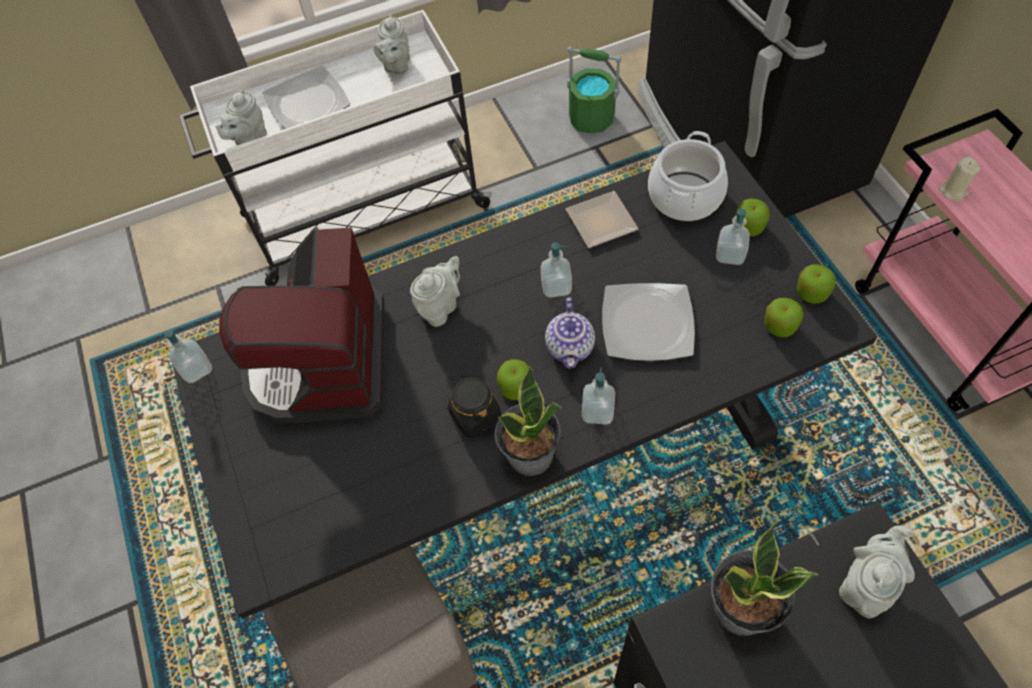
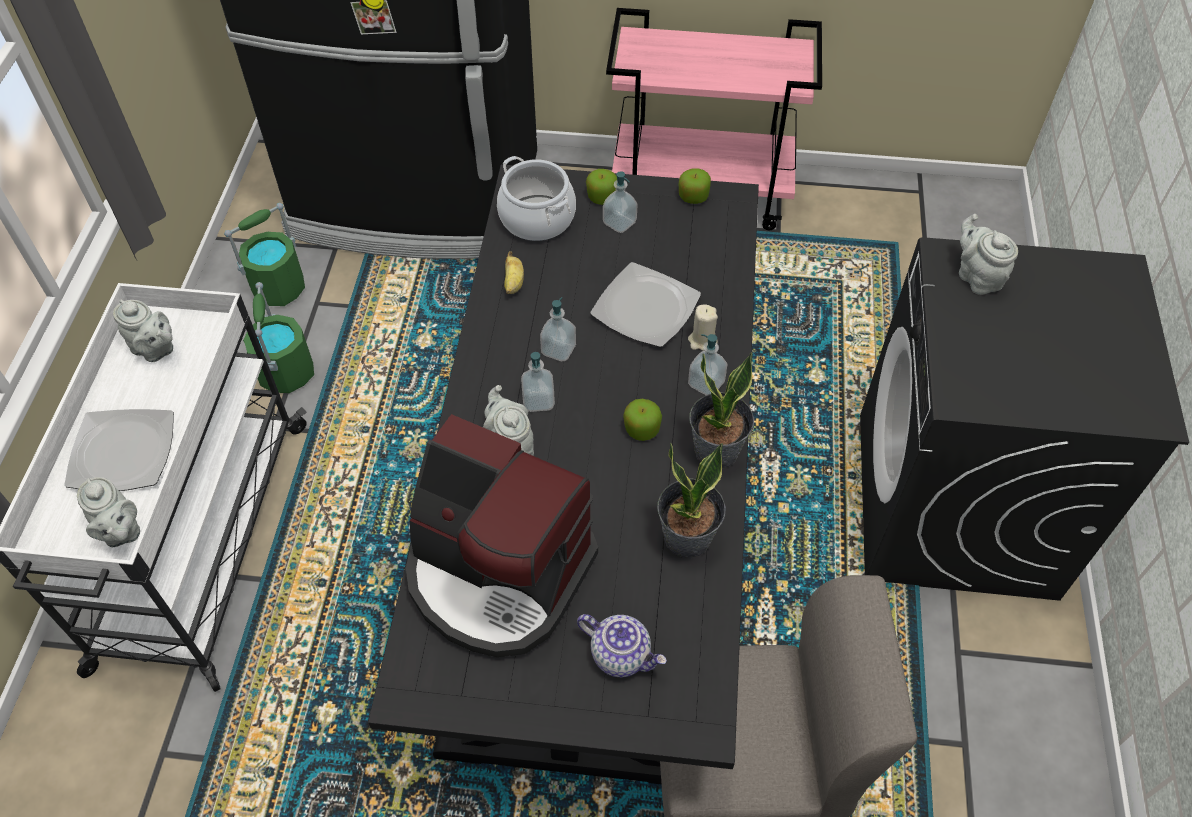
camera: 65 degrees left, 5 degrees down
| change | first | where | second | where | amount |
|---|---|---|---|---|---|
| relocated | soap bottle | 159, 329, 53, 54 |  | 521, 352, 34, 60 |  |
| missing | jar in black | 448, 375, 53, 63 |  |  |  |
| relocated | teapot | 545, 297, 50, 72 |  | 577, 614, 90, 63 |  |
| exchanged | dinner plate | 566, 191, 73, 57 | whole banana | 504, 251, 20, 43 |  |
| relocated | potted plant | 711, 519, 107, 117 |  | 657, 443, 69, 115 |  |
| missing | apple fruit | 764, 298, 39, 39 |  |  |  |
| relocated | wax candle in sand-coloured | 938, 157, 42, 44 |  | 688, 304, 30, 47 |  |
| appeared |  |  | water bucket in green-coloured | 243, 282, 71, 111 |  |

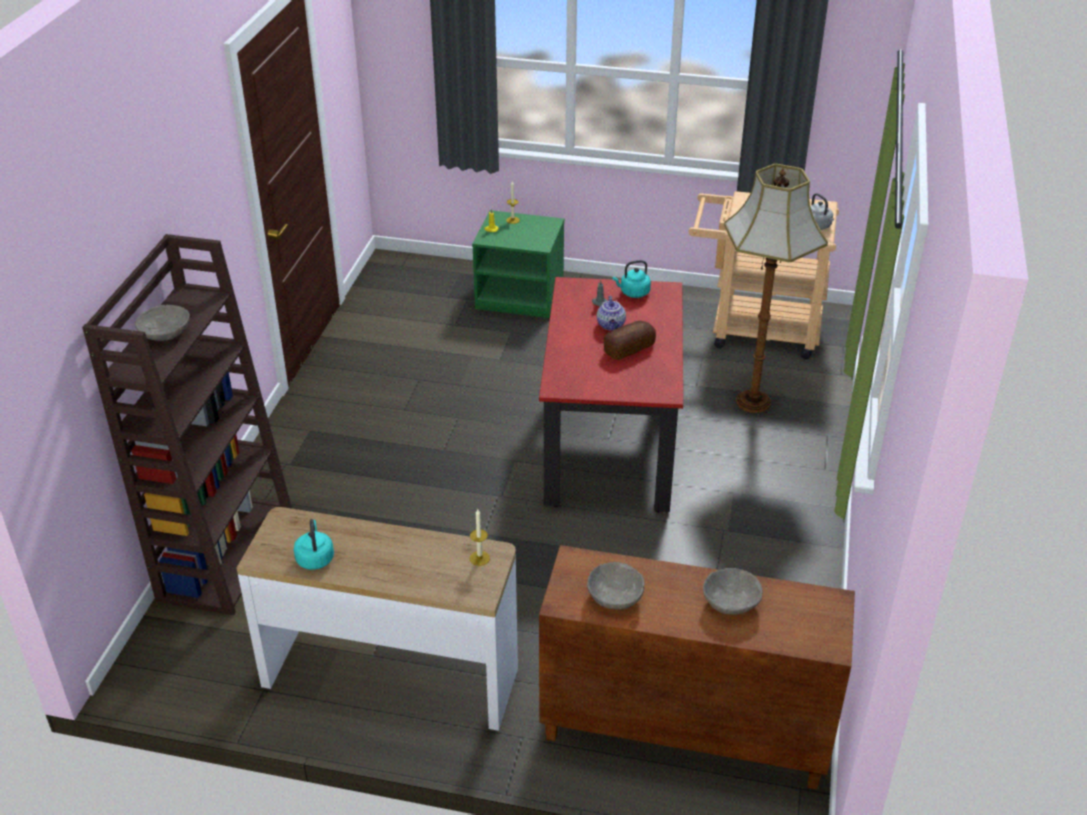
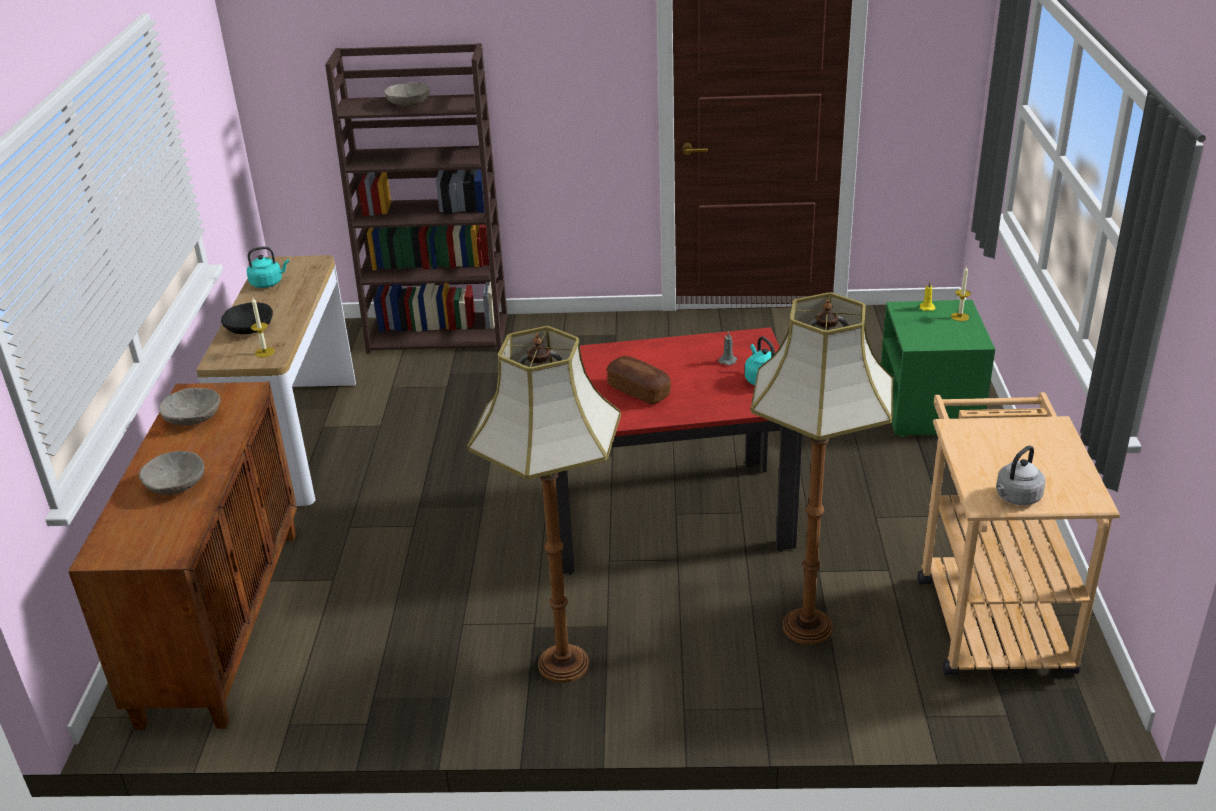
camera: 80 degrees right, 5 degrees down
| change | first | where | second | where | amount |
|---|---|---|---|---|---|
| missing | teapot | 597, 296, 29, 35 |  |  |  |
| appeared |  |  | deep dish in black | 221, 302, 52, 32 |  |
| appeared |  |  | standard lamp | 467, 326, 154, 357 |  |

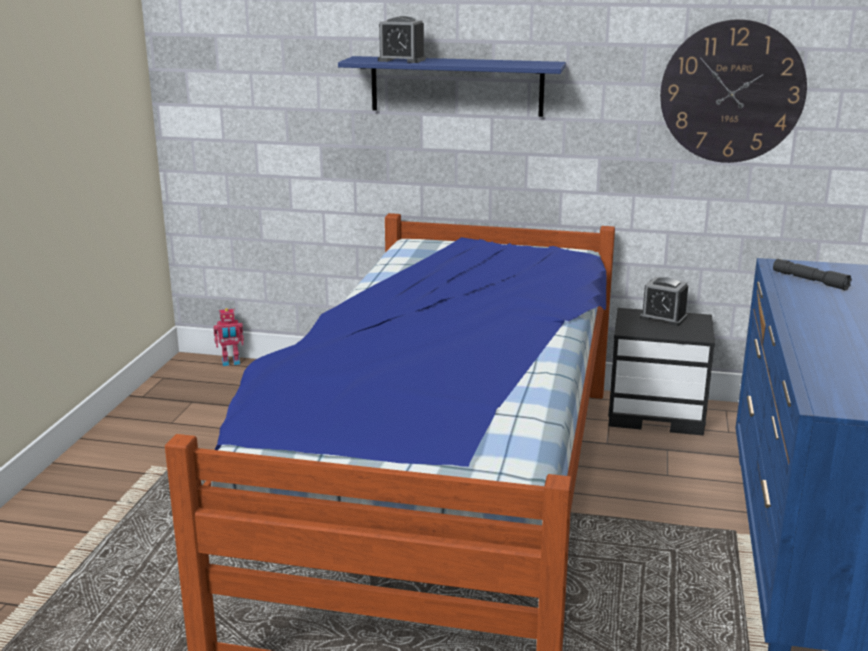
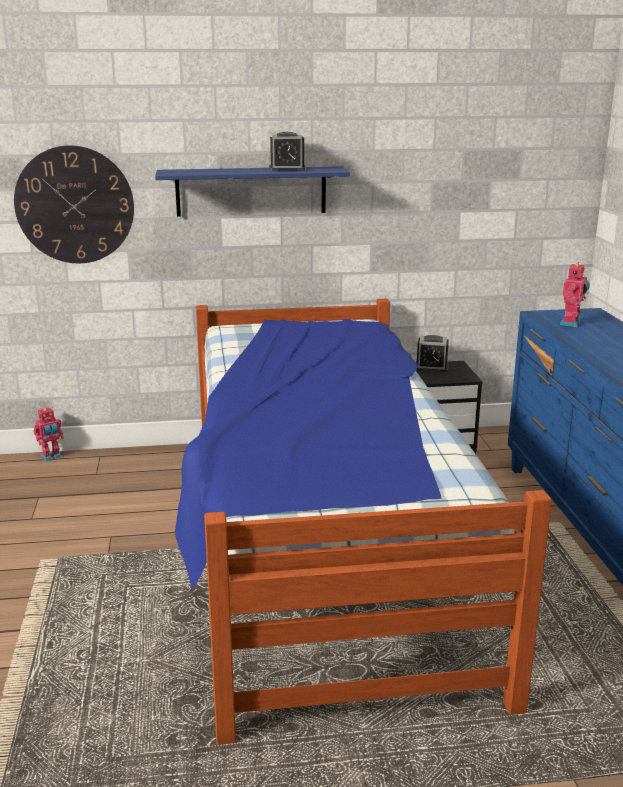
camera: 20 degrees left, 0 degrees up
| change | first | where | second | where | amount |
|---|---|---|---|---|---|
| relocated | table clock | 378, 16, 48, 47 |  | 269, 132, 37, 39 |  |
| relocated | wall clock | 660, 19, 147, 144 |  | 14, 145, 120, 118 |  |
| exchanged | flashlight in gray | 773, 259, 79, 31 | model robot | 560, 262, 30, 65 |  |

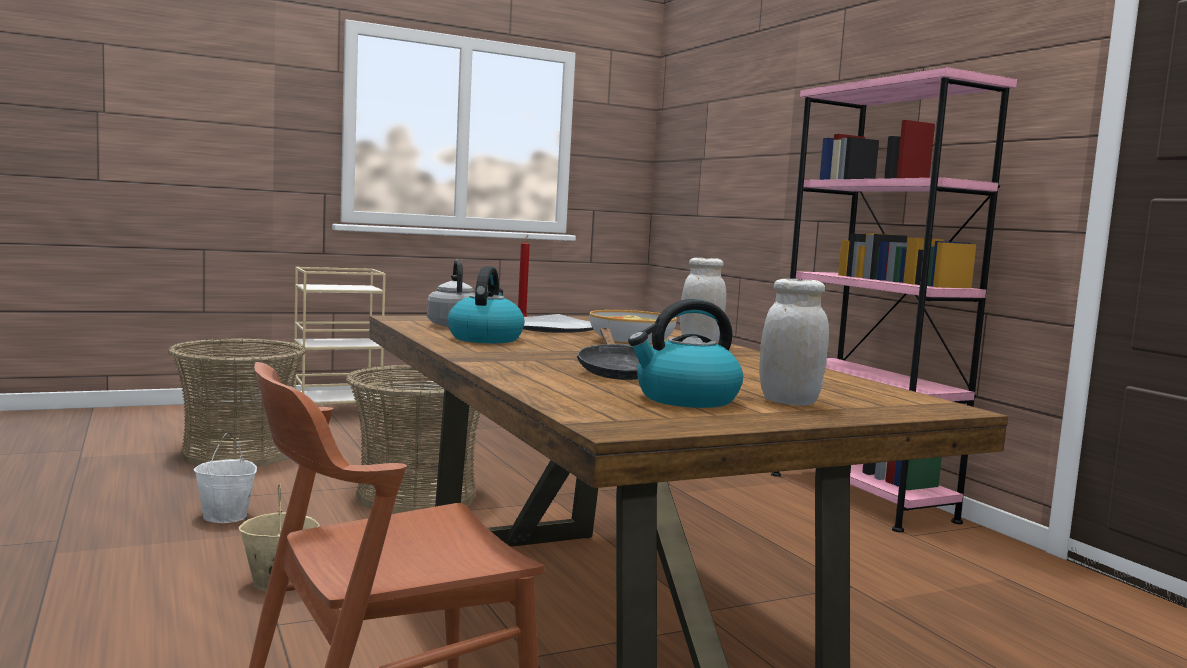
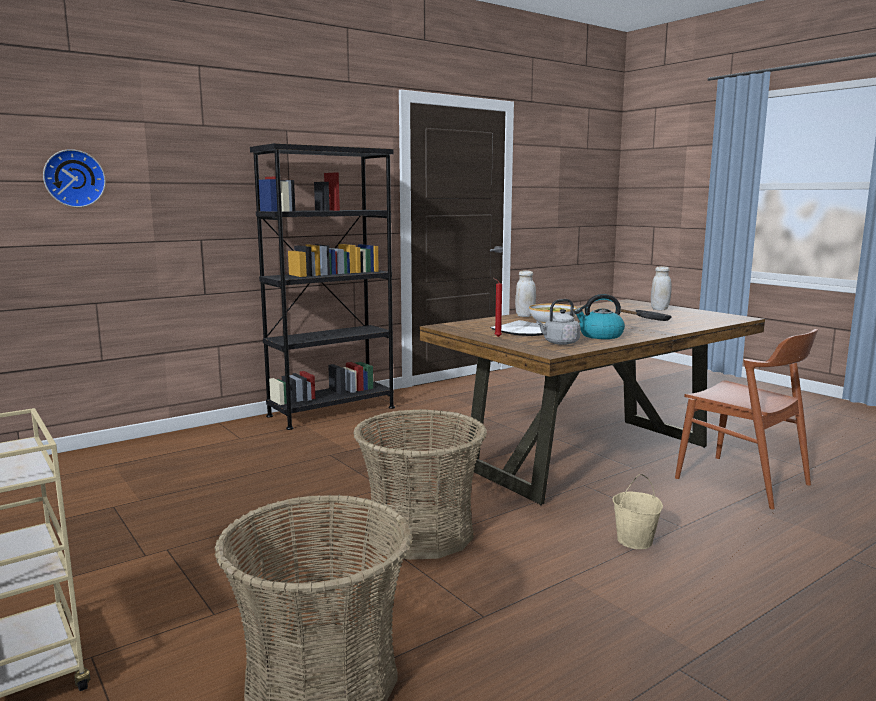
camera: 100 degrees left, 5 degrees up
| change | first | where | second | where | amount |
|---|---|---|---|---|---|
| missing | water bucket in white | 194, 433, 63, 90 |  |  |  |
| missing | water kettle | 628, 299, 115, 109 |  |  |  |
| colour | bookshelf in pink-coloured | 771, 67, 246, 465 | bookshelf in black | 250, 143, 145, 287 |  |
| appeared |  |  | wall clock | 43, 149, 63, 58 |  |

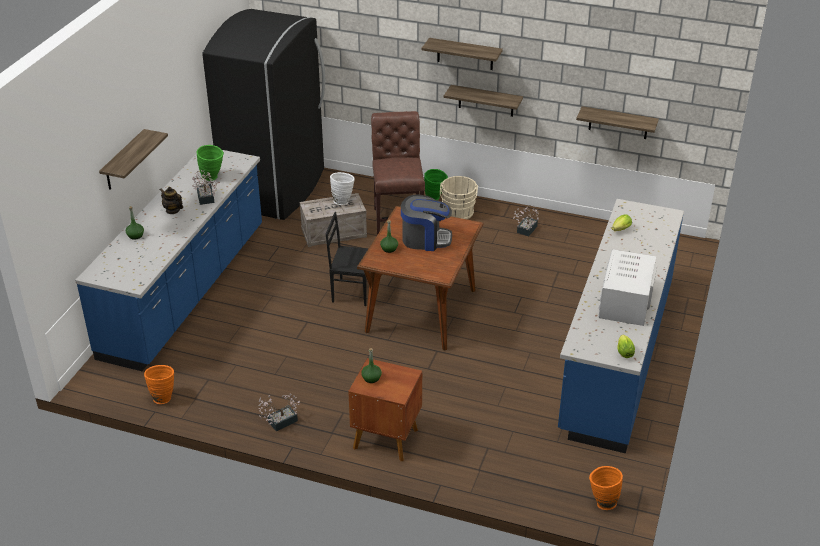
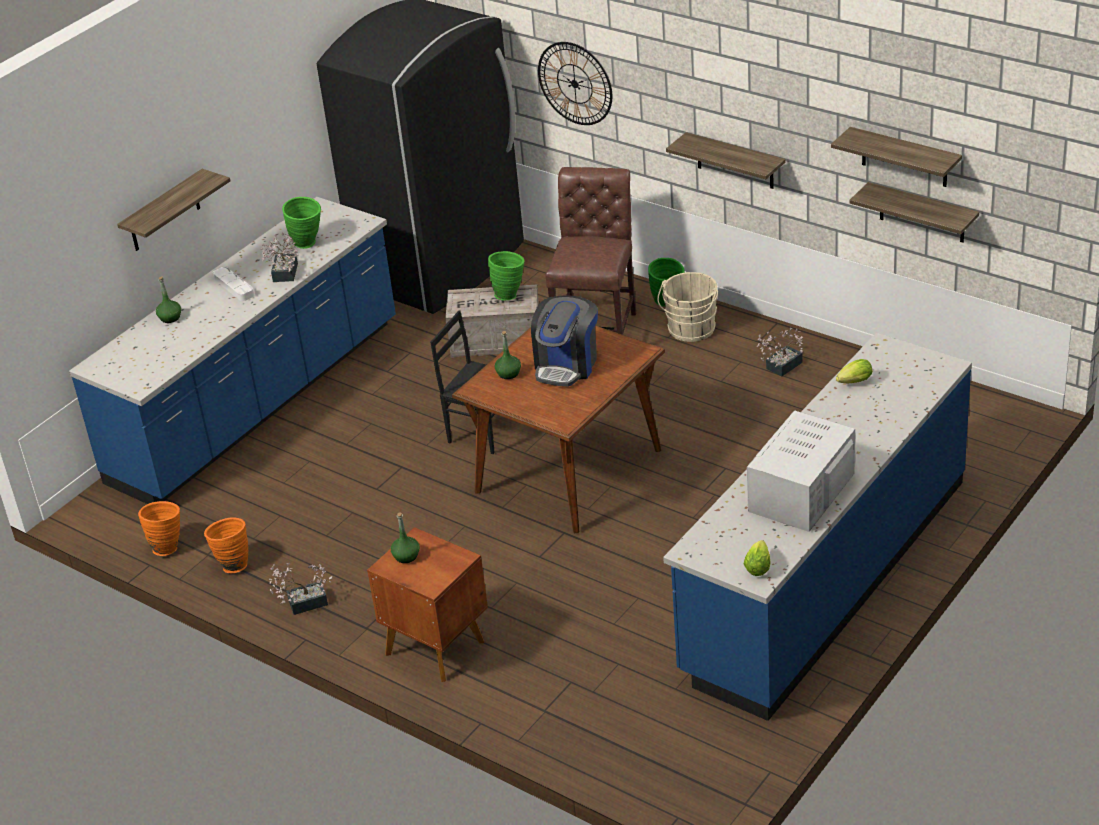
camera: 20 degrees right, 0 degrees up
| change | first | where | second | where | amount |
|---|---|---|---|---|---|
| exchanged | teapot | 160, 187, 23, 27 | carrying tray in white | 213, 267, 41, 34 |  |
| colour | vase in white | 330, 172, 25, 33 | vase in green-coloured | 488, 251, 37, 49 |  |
| spun | coffee machine | 401, 195, 51, 56 |  | 531, 295, 67, 92 | 90 degrees clockwise |
| relocated | wall shelf | 422, 38, 81, 32 |  | 831, 127, 131, 60 |  |
| relocated | vase in orange-coloured | 589, 466, 34, 44 |  | 204, 517, 44, 56 |  |
| appeared |  |  | wall clock | 538, 42, 74, 83 |  |

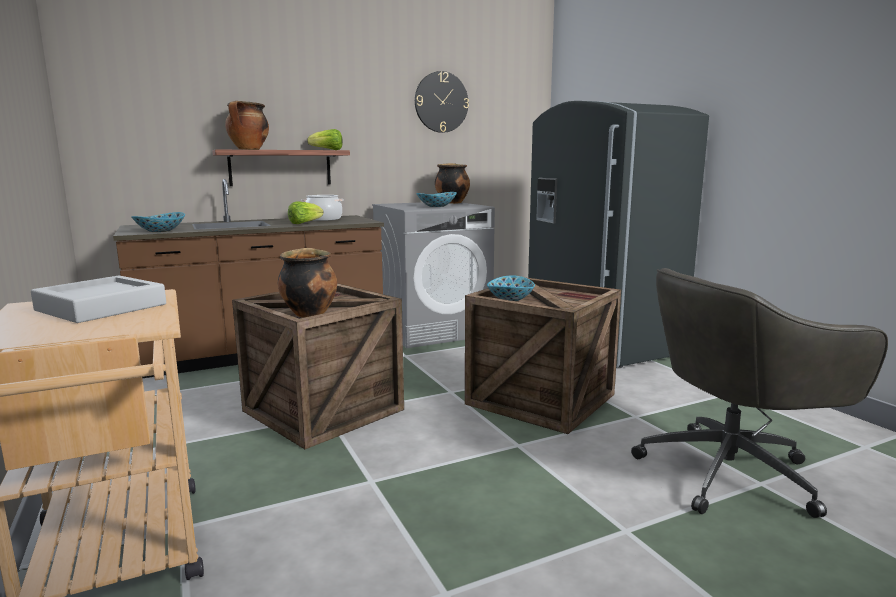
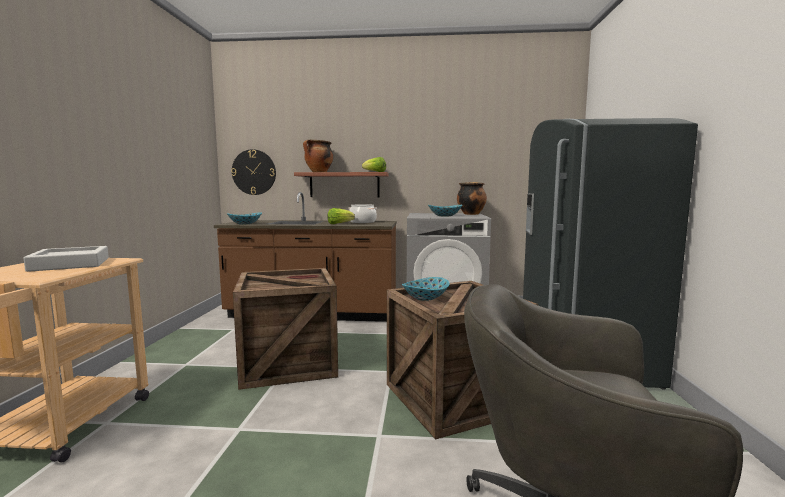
camera: 30 degrees right, 5 degrees down
| change | first | where | second | where | amount |
|---|---|---|---|---|---|
| missing | stockpot | 278, 248, 59, 70 |  |  |  |
| relocated | wall clock | 415, 71, 54, 62 |  | 231, 149, 45, 46 |  |

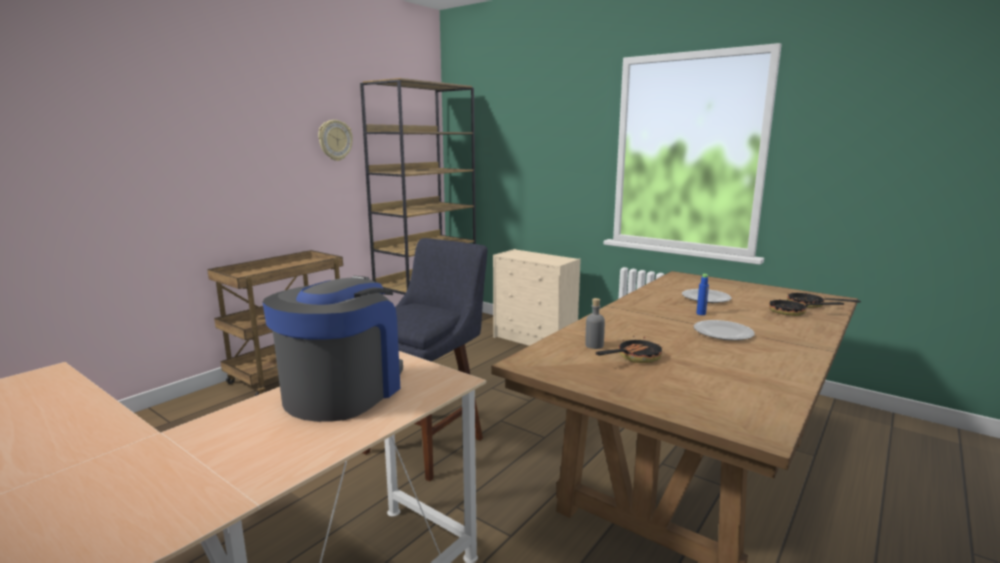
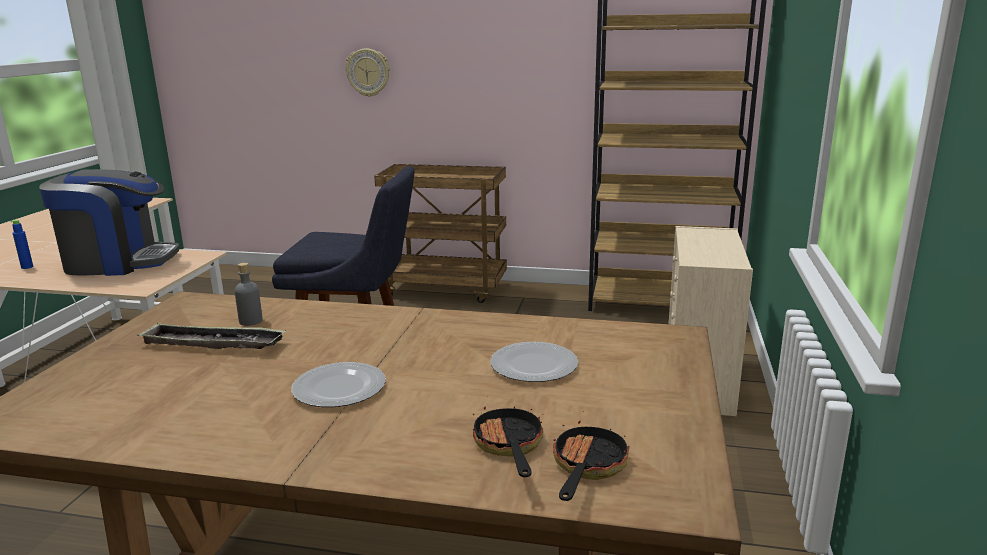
camera: 65 degrees right, 5 degrees up
| change | first | where | second | where | amount |
|---|---|---|---|---|---|
| relocated | wall clock | 318, 120, 35, 41 |  | 345, 48, 45, 49 |  |
| exchanged | skillet | 596, 336, 67, 27 | carrying tray | 137, 323, 149, 26 |  |
| relocated | bottle in blue | 696, 274, 13, 41 |  | 10, 220, 23, 49 |  |

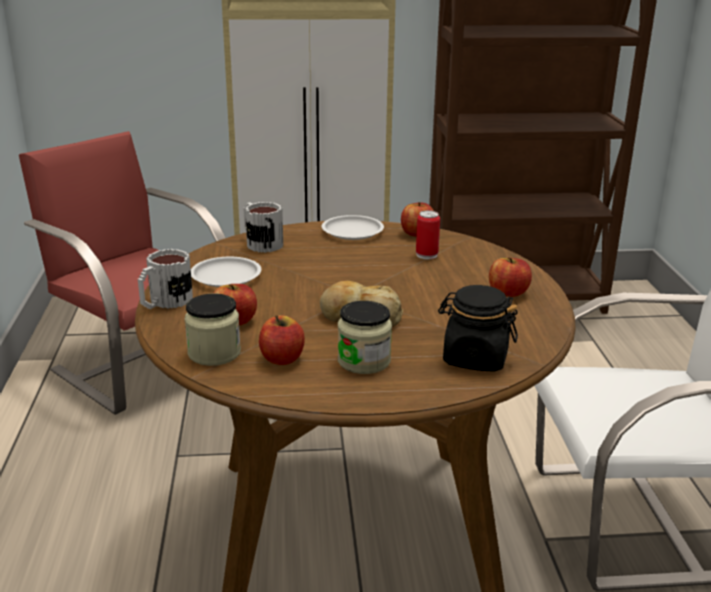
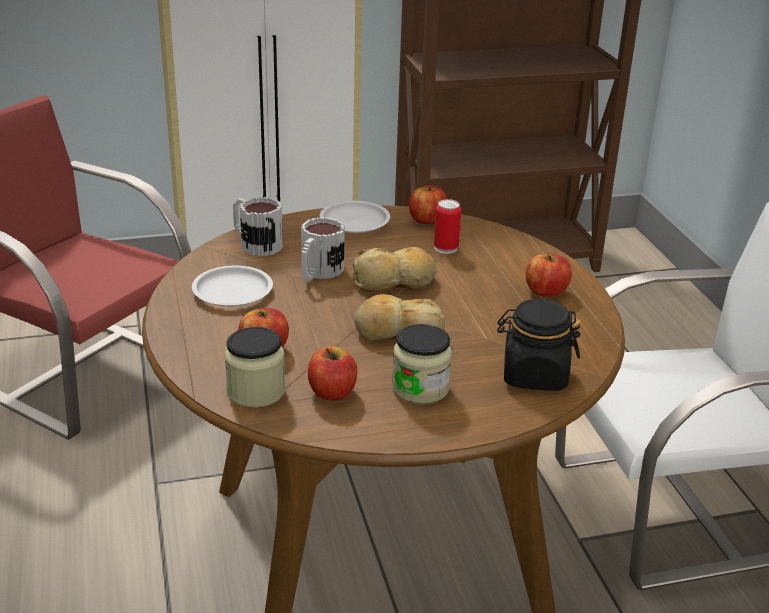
camera: 10 degrees left, 5 degrees up
| change | first | where | second | where | amount |
|---|---|---|---|---|---|
| relocated | mug | 138, 249, 55, 60 |  | 301, 217, 44, 64 |  |
| appeared |  |  | bread | 353, 247, 84, 45 |  |

